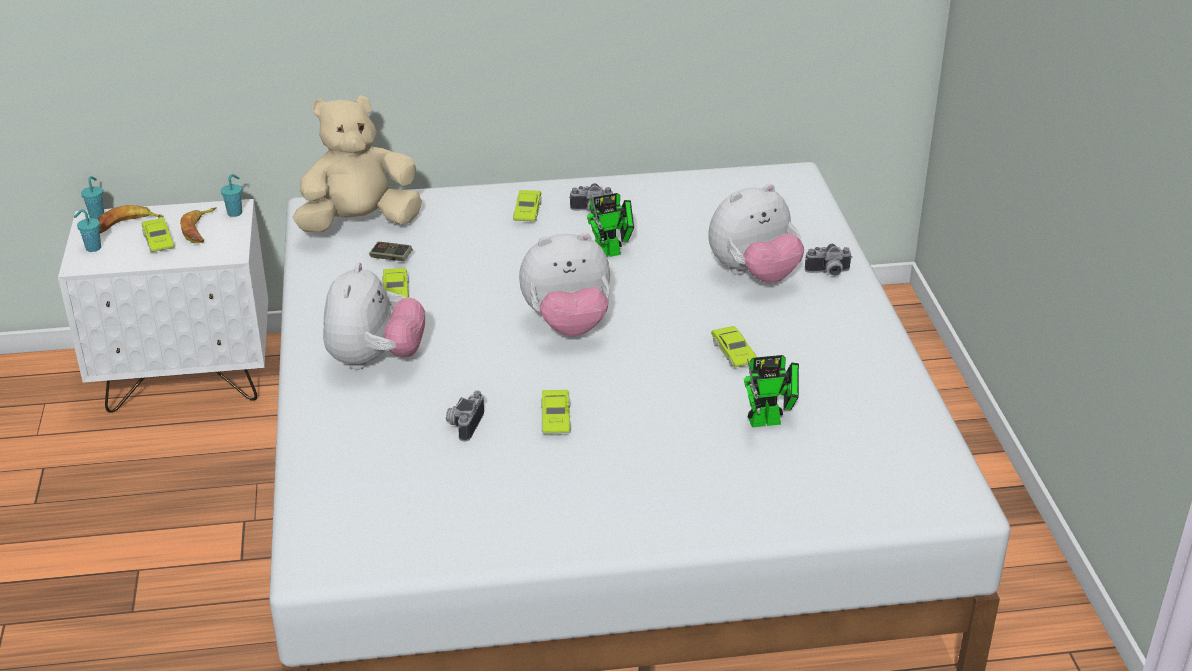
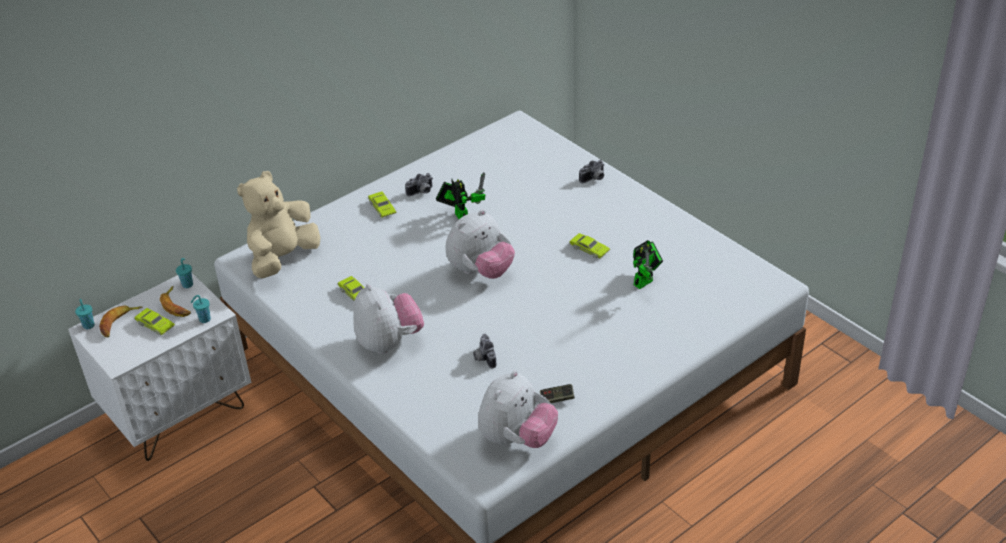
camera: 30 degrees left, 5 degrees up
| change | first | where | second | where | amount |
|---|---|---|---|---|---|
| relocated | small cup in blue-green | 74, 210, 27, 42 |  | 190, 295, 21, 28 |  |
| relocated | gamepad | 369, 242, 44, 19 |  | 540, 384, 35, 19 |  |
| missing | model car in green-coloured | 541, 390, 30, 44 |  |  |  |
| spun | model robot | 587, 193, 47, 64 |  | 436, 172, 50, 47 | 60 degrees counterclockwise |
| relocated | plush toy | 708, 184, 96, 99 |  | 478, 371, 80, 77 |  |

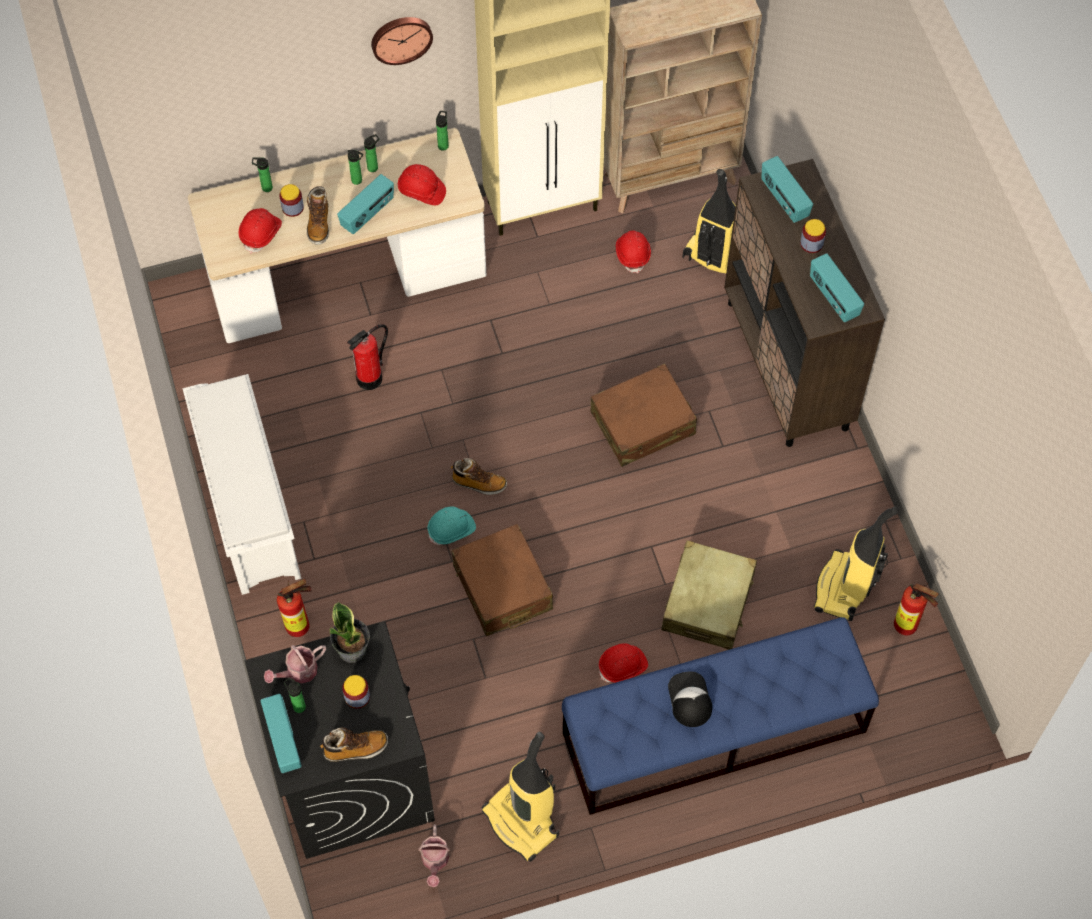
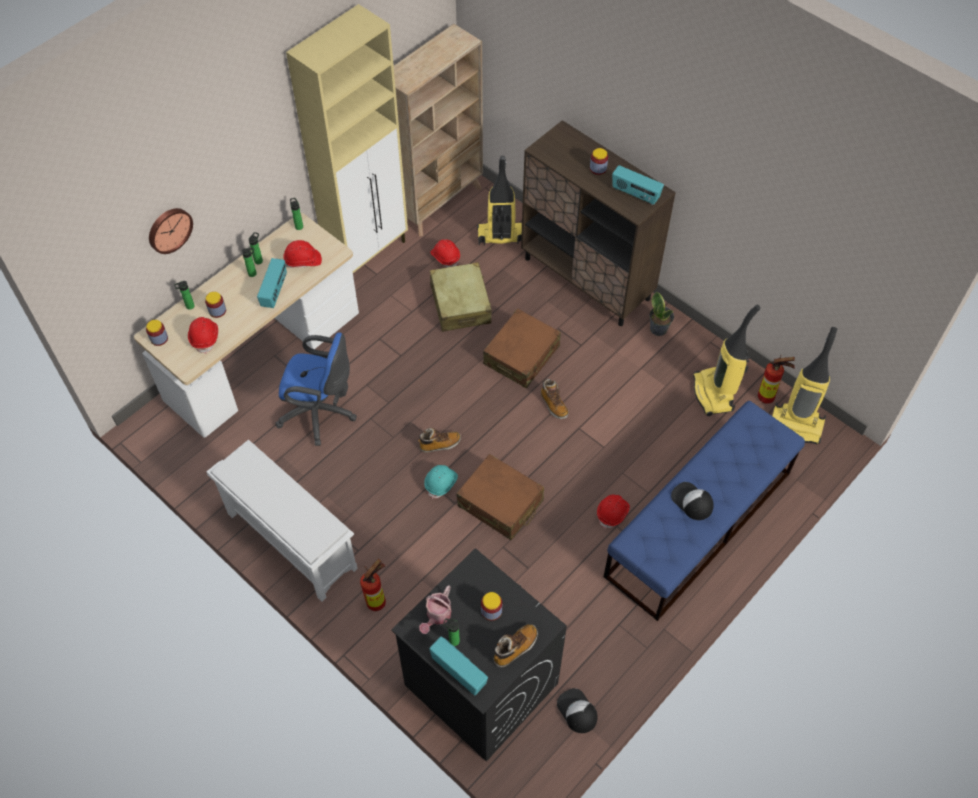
camera: 30 degrees left, 5 degrees down
| change | first | where | second | where | amount |
|---|---|---|---|---|---|
| relocated | high-top boot | 307, 186, 22, 59 |  | 541, 379, 28, 40 |  |
| relocated | potted plant | 330, 602, 40, 61 |  | 650, 291, 24, 45 |  |
| exchanged | fire-fighting cylinder | 347, 324, 41, 66 | computer chair in blue | 275, 332, 82, 114 |  |
| relocated | wall clock | 371, 17, 62, 48 |  | 149, 208, 44, 46 |  |
| exchanged | watering pot | 418, 824, 32, 63 | peaked cap | 557, 688, 41, 45 |  |
| relocated | vacuum cleaner | 481, 732, 78, 130 |  | 772, 327, 65, 117 |  |
| relocated | travel case in sand-coloured | 661, 540, 96, 110 |  | 430, 262, 62, 70 |  |
| missing | radio | 761, 156, 52, 67 |  |  |  |
| appeared |  |  | jar | 146, 320, 22, 26 |  |

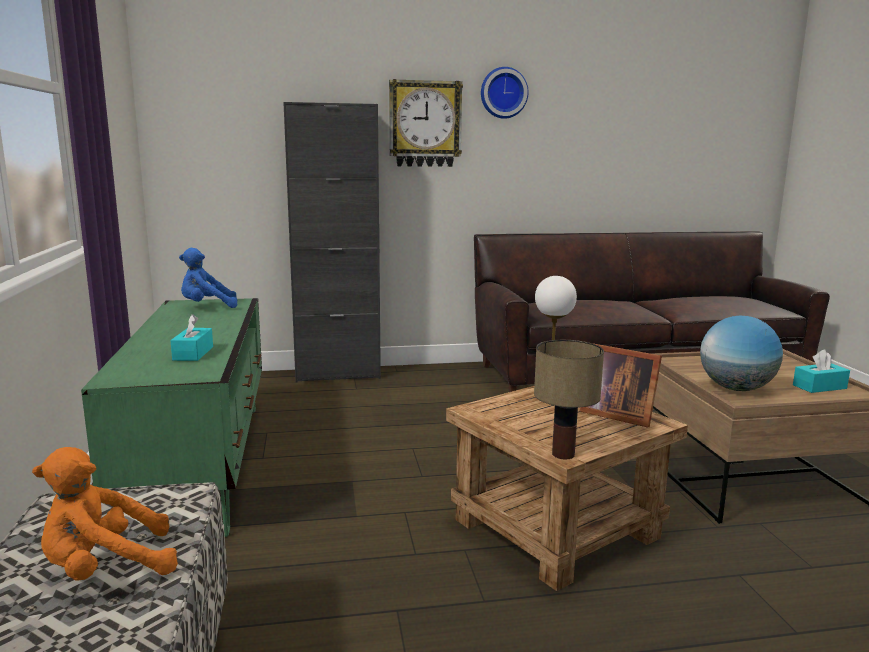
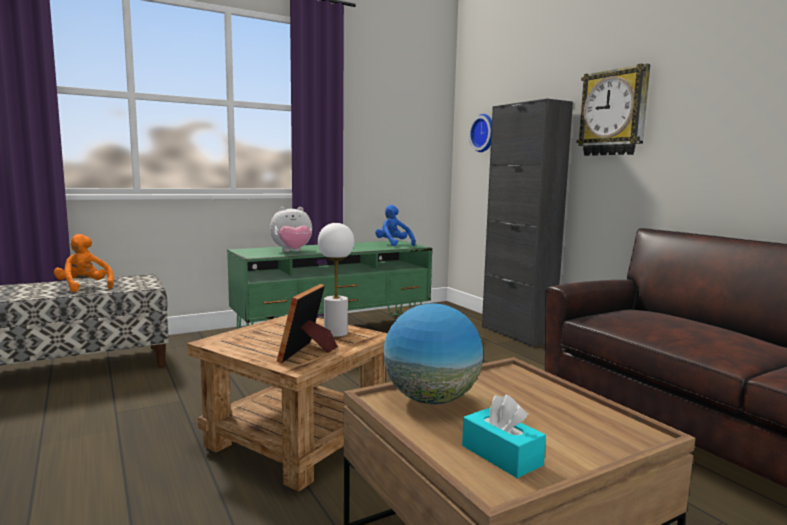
camera: 70 degrees right, 5 degrees down
| change | first | where | second | where | amount |
|---|---|---|---|---|---|
| exchanged | tissue holder in blue-green | 170, 314, 43, 47 | plush toy | 270, 207, 42, 45 |  |
| relocated | wall clock | 481, 67, 48, 52 |  | 469, 114, 23, 38 |  |
| missing | tabletop lamp | 534, 340, 70, 119 |  |  |  |

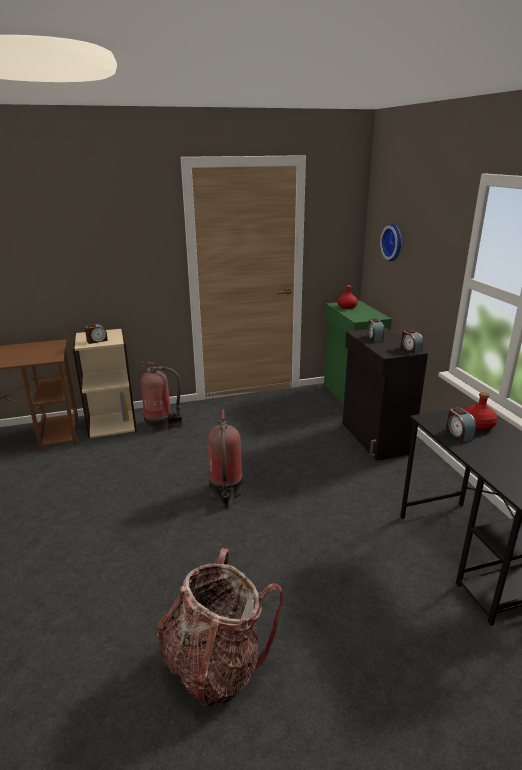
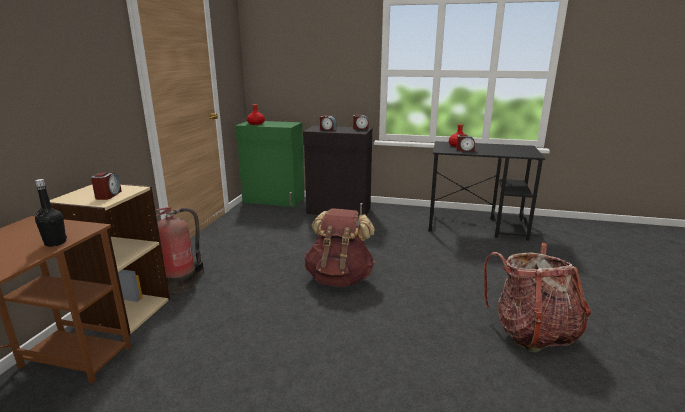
camera: 60 degrees left, 5 degrees down
| change | first | where | second | where | amount |
|---|---|---|---|---|---|
| exchanged | fire-fighting cylinder | 208, 409, 35, 100 | backpack in brown-coloured | 304, 208, 71, 79 |  |
| missing | wall clock | 380, 224, 22, 37 |  |  |  |
| appeared |  |  | bottle in black | 35, 179, 32, 68 |  |

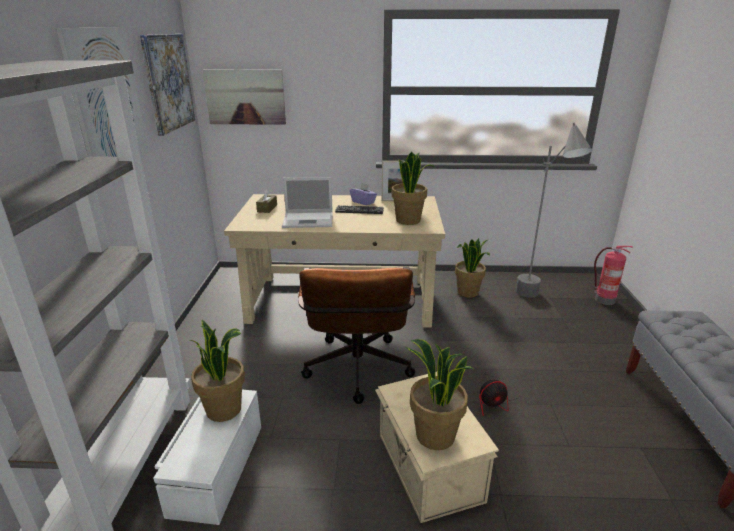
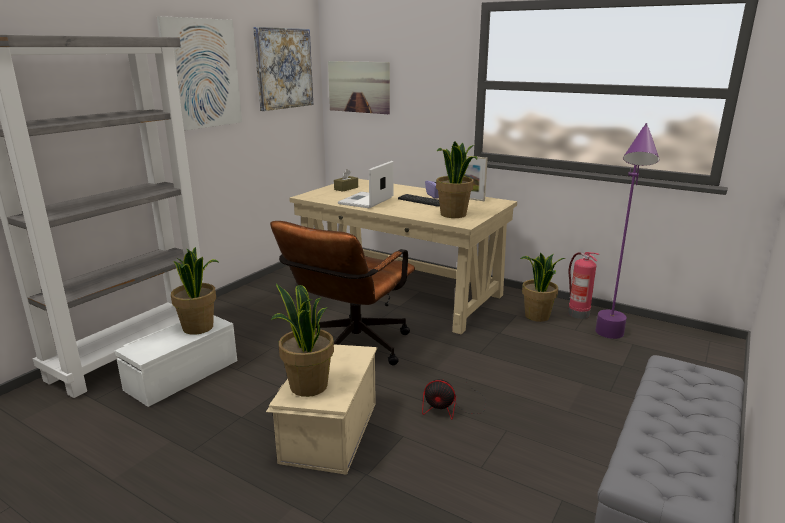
camera: 30 degrees right, 5 degrees down
| change | first | where | second | where | amount |
|---|---|---|---|---|---|
| spun | portable computer | 282, 177, 51, 51 |  | 338, 161, 55, 47 | 90 degrees clockwise |
| colour | standard lamp in gray | 516, 123, 76, 175 | standard lamp in purple-coloured | 595, 123, 64, 216 |  |
| relocated | fire-fighting cylinder | 594, 246, 39, 59 |  | 568, 252, 31, 67 |  |

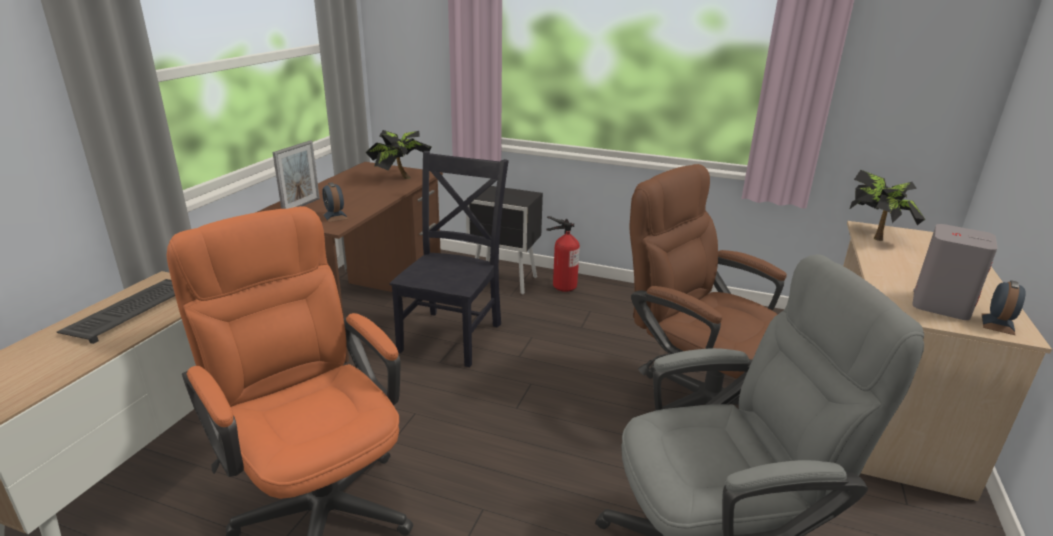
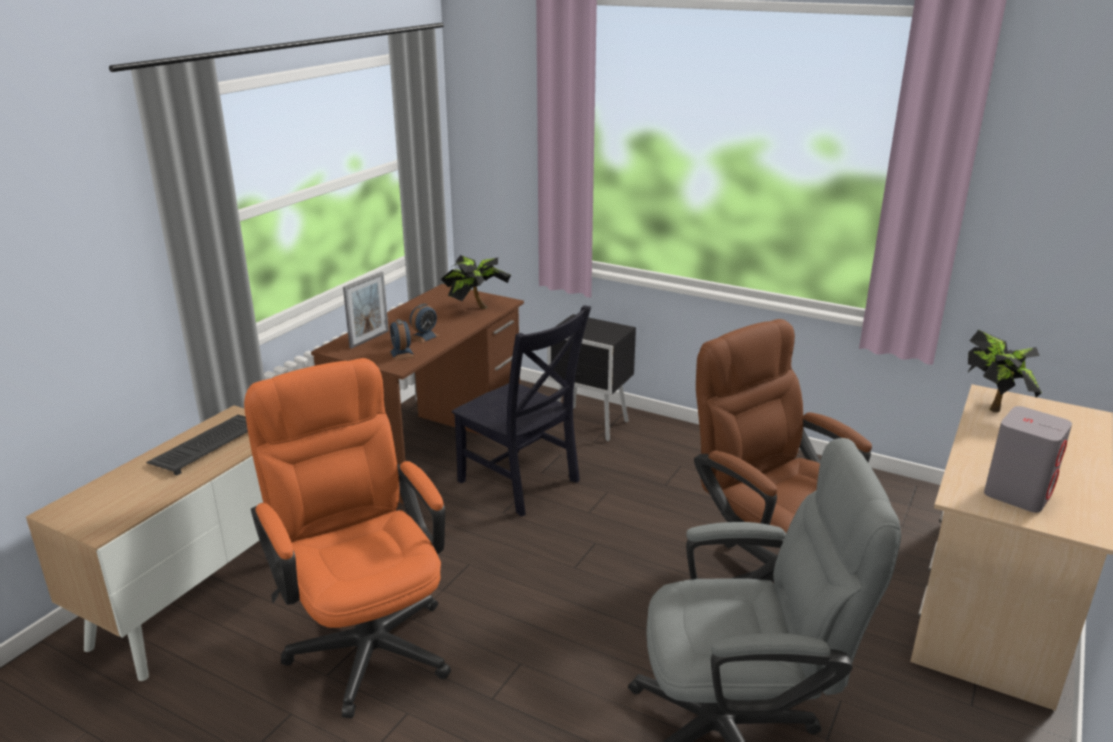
camera: 10 degrees right, 0 degrees up
| change | first | where | second | where | amount |
|---|---|---|---|---|---|
| spun | plain chair in black | 389, 151, 120, 216 |  | 452, 305, 139, 212 | 105 degrees clockwise |
| missing | fire-fighting cylinder | 546, 216, 34, 76 |  |  |  |
| relocated | table clock | 982, 280, 44, 55 |  | 410, 303, 30, 40 |  |

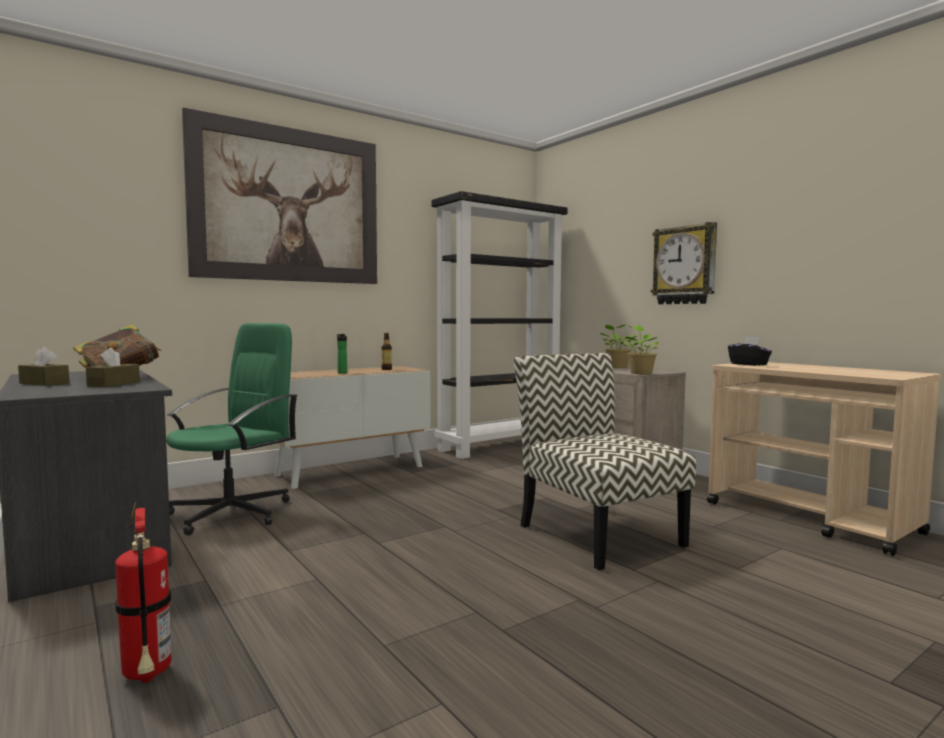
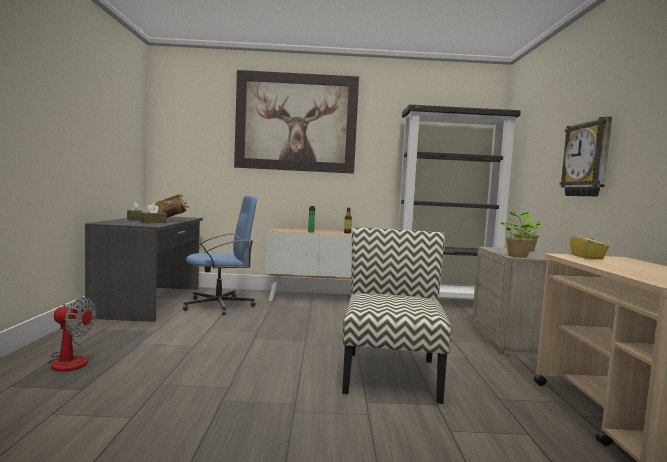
camera: 35 degrees right, 0 degrees up
| change | first | where | second | where | amount |
|---|---|---|---|---|---|
| exchanged | fire-fighting cylinder | 115, 502, 57, 181 | electric fan | 48, 297, 48, 75 |  |
| colour | computer chair in green-coloured | 166, 323, 132, 212 | computer chair in blue | 183, 195, 74, 120 |  |
| colour | tissue holder in black | 728, 337, 44, 29 | tissue holder in yellow-coloured | 570, 230, 39, 29 |  |

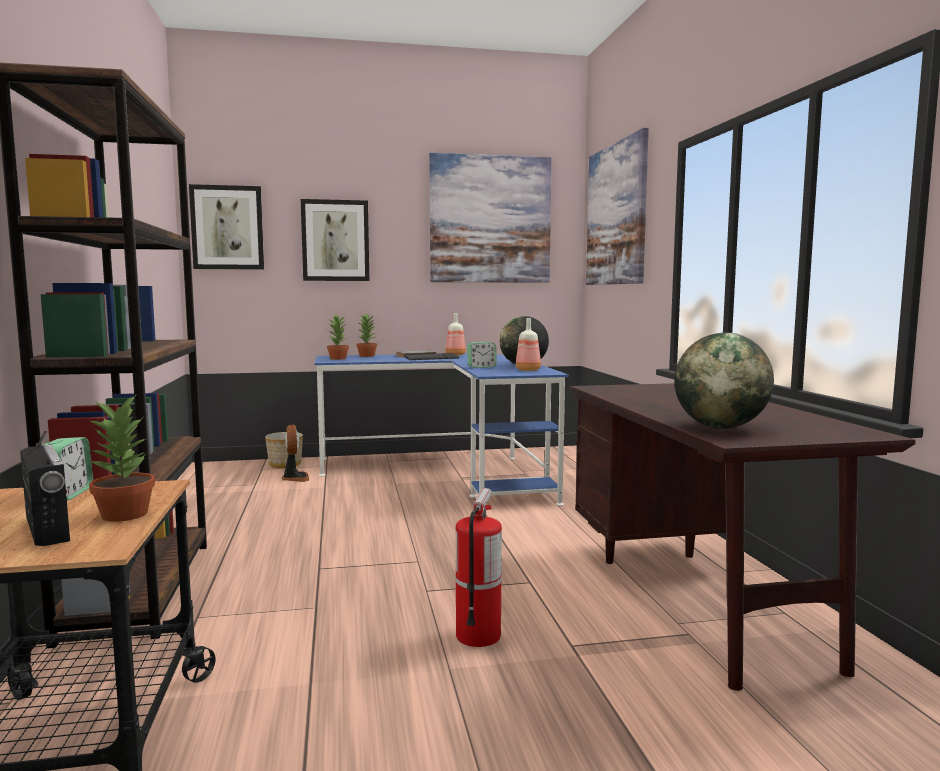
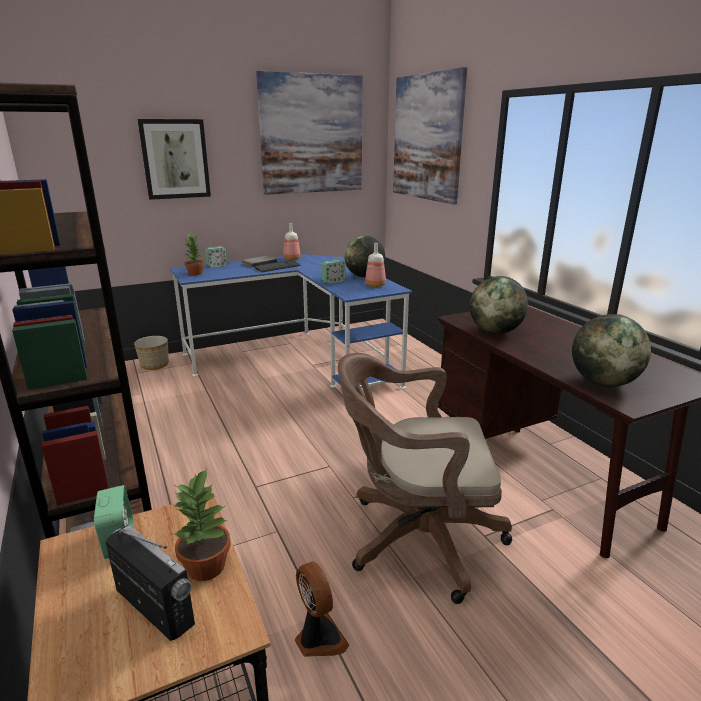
camera: 15 degrees left, 15 degrees up
| change | first | where | second | where | amount |
|---|---|---|---|---|---|
| missing | wall art | 189, 184, 75, 86 |  |  |  |
| relocated | electric fan | 282, 425, 27, 57 |  | 295, 561, 54, 96 |  |
| exchanged | potted plant | 356, 314, 21, 43 | table clock | 205, 246, 23, 22 |  |
| exchanged | fire-fighting cylinder | 456, 488, 46, 159 | computer chair in brown-coloured | 338, 353, 174, 251 |  |
| appeared |  |  | desk globe | 470, 276, 58, 58 |  |

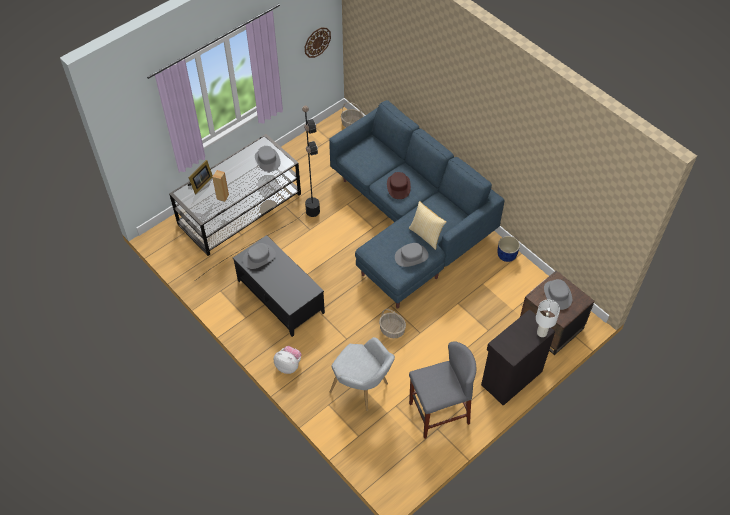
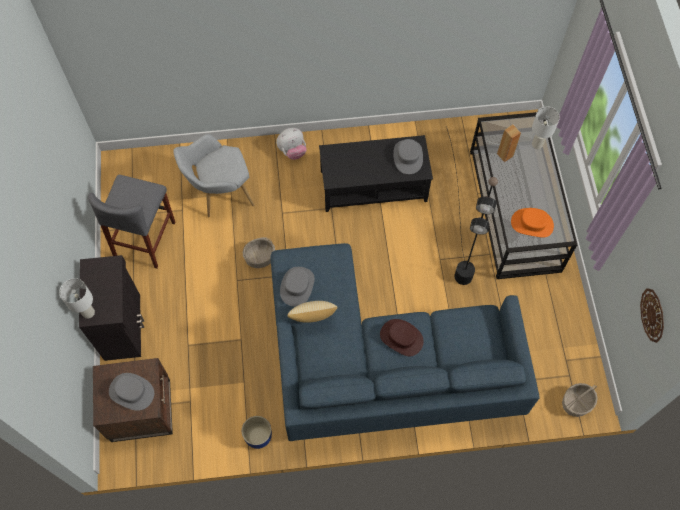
camera: 125 degrees right, 10 degrees up
| change | first | where | second | where | amount |
|---|---|---|---|---|---|
| exchanged | picture frame | 188, 160, 25, 34 | tabletop lamp in white | 532, 107, 28, 42 |  |
| colour | hat in gray | 255, 146, 25, 26 | hat in orange-coloured | 511, 208, 43, 29 |  |

